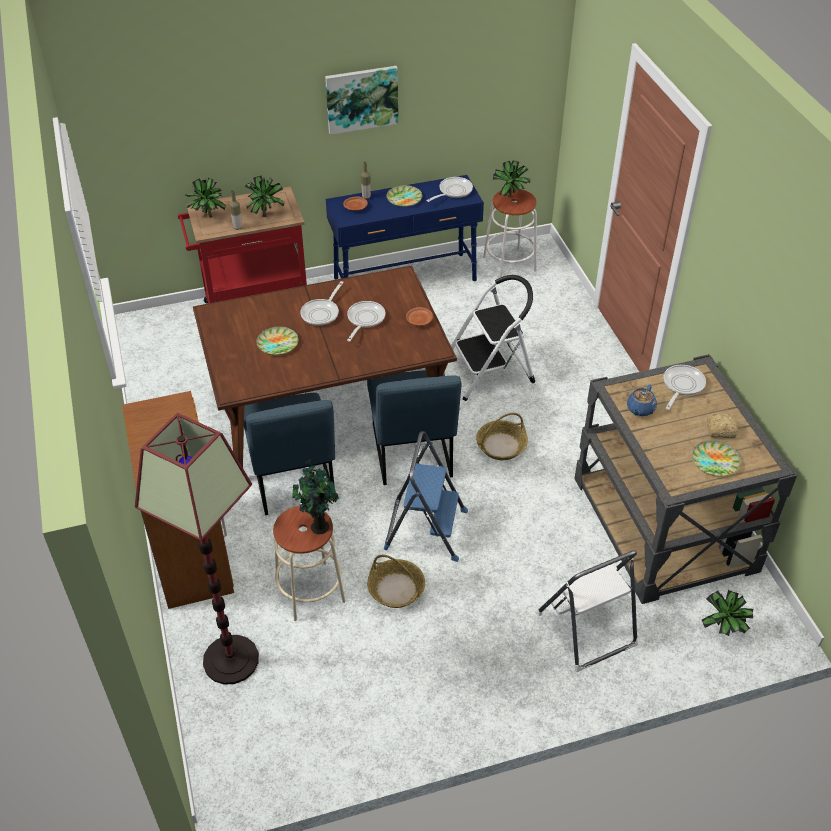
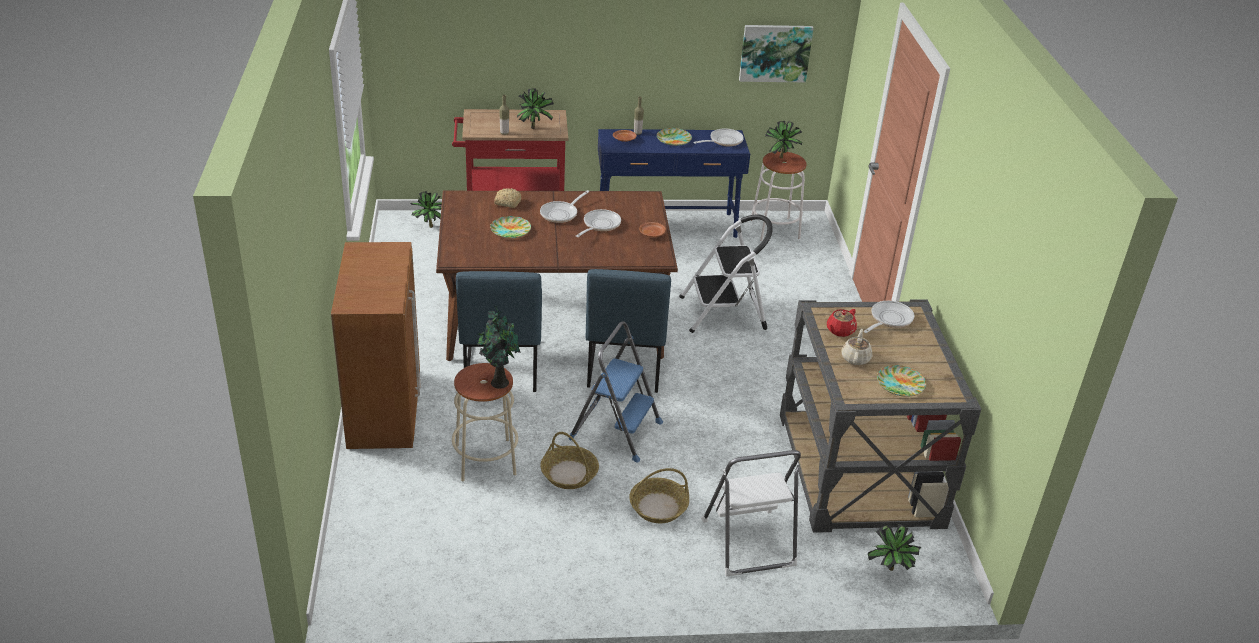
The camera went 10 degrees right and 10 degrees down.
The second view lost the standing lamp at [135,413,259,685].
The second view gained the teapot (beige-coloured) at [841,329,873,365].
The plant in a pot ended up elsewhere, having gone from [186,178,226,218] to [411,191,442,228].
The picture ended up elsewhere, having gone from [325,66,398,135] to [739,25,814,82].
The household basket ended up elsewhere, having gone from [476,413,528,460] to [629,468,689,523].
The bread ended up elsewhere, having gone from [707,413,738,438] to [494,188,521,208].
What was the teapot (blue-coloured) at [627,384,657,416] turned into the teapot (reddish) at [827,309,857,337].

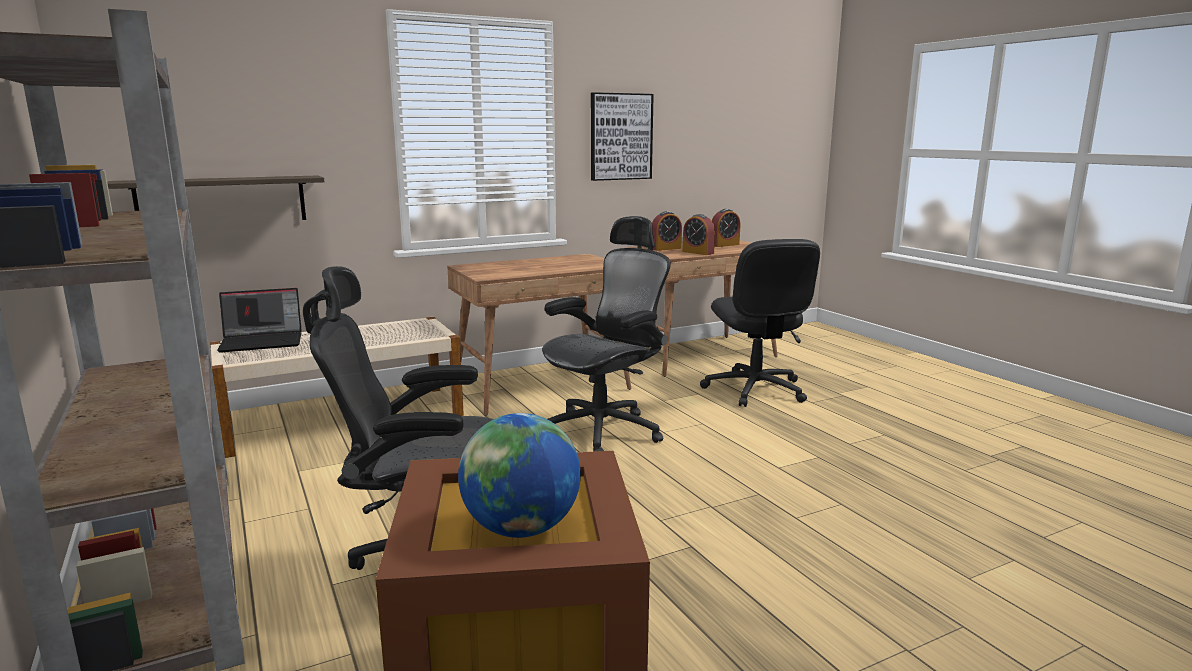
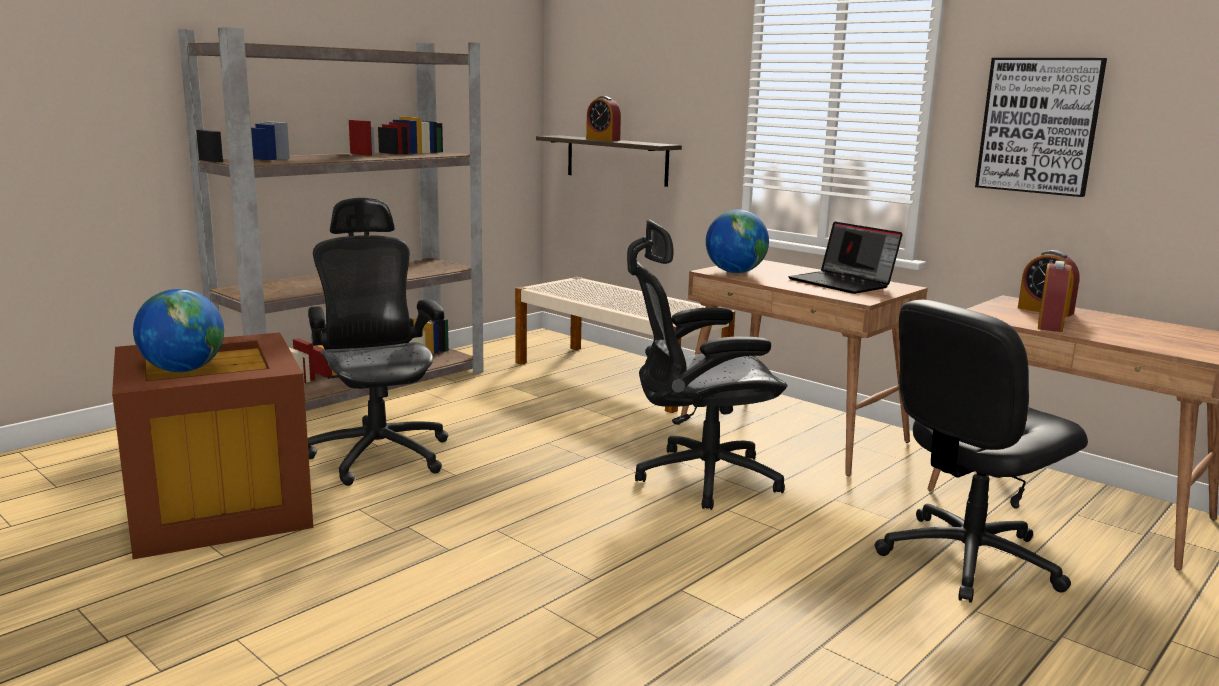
The camera went 70 degrees right and 0 degrees up.
The second view gained the globe at [706,210,769,273].
The notebook computer ended up elsewhere, having gone from [217,288,302,353] to [788,222,903,294].
The table clock ended up elsewhere, having gone from [712,209,740,247] to [586,96,621,141].
The desk chair at [542,216,671,452] ended up facing another way, 150 degrees clockwise from before.

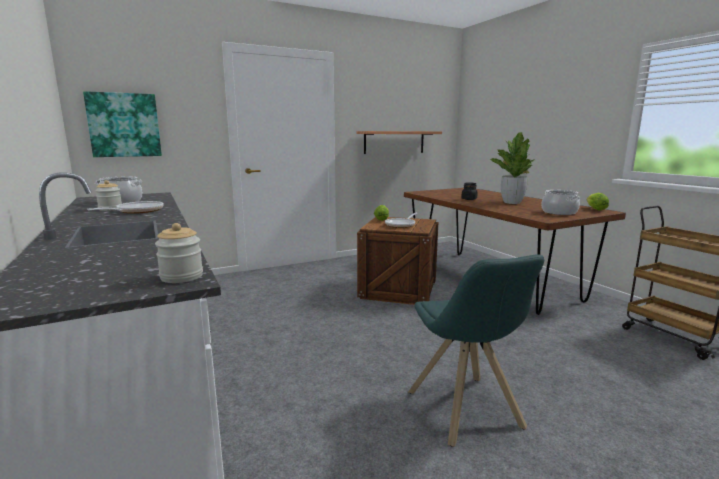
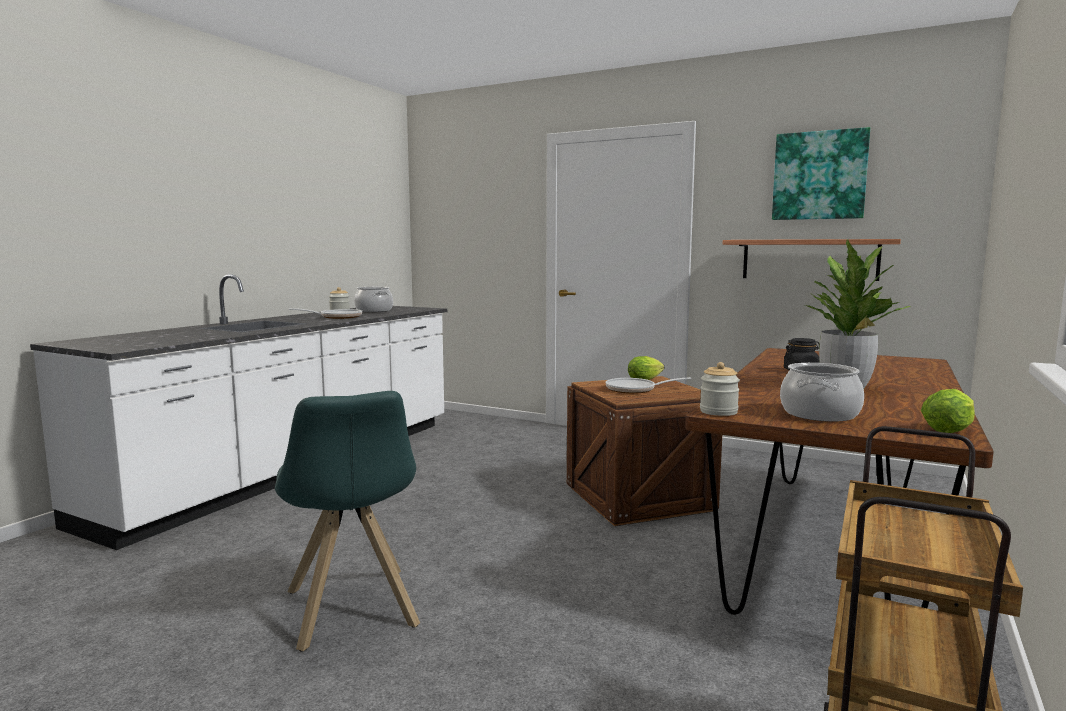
The camera went 55 degrees right and 5 degrees down.
The picture ended up elsewhere, having gone from [83,91,162,157] to [772,127,870,220].
The jar ended up elsewhere, having gone from [155,223,203,283] to [700,362,740,416].
The upright chair (turquoise) at [408,254,544,447] ended up facing another way, 60 degrees counterclockwise from before.

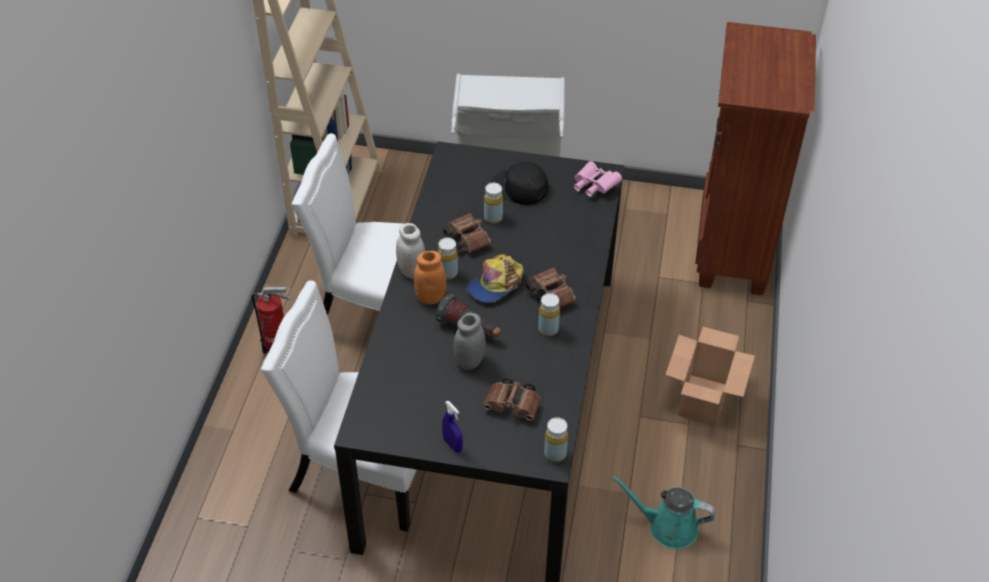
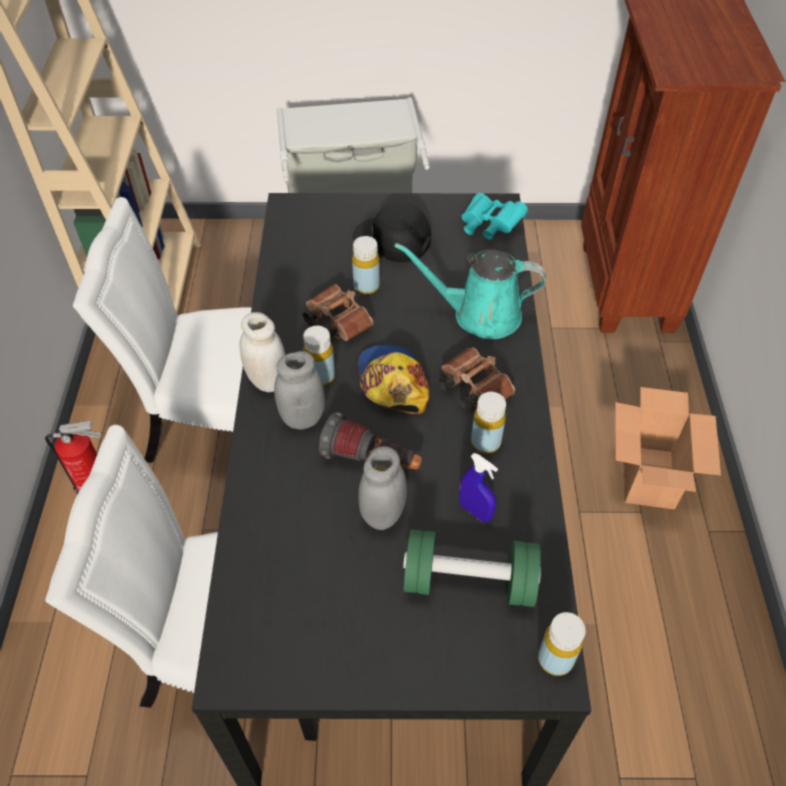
The camera went 10 degrees left and 5 degrees up.
The hand sprayer (blue-coloured) ended up elsewhere, having gone from [442,401,463,453] to [459,453,498,522].
The watering pot (turquoise) ended up elsewhere, having gone from [611,475,716,549] to [394,243,546,339].
Where the pair of binoculars (brown-coloured) stood at [483,378,541,421], the free weight (greenish) came to stand at [403,529,541,607].
What was the jar (orangey) at [414,251,446,305] turned into the jar (grey) at [274,351,325,430].
What was the pair of binoculars (pink) at [574,161,622,197] turned into the pair of binoculars (turquoise) at [462,193,528,240].
The baseball cap at [466,254,524,303] ended up facing another way, 135 degrees clockwise from before.

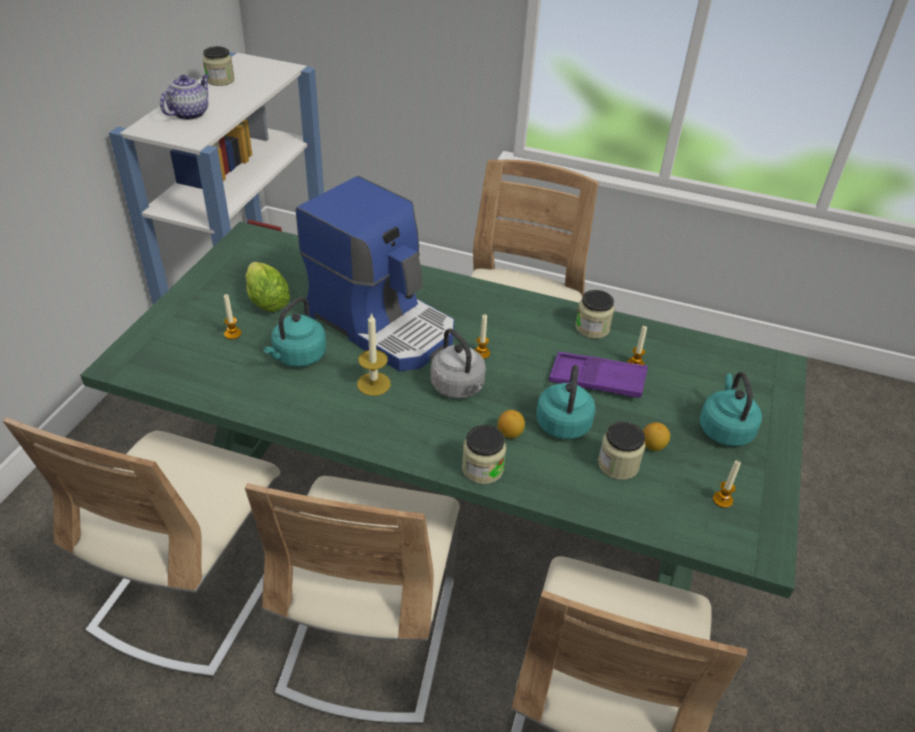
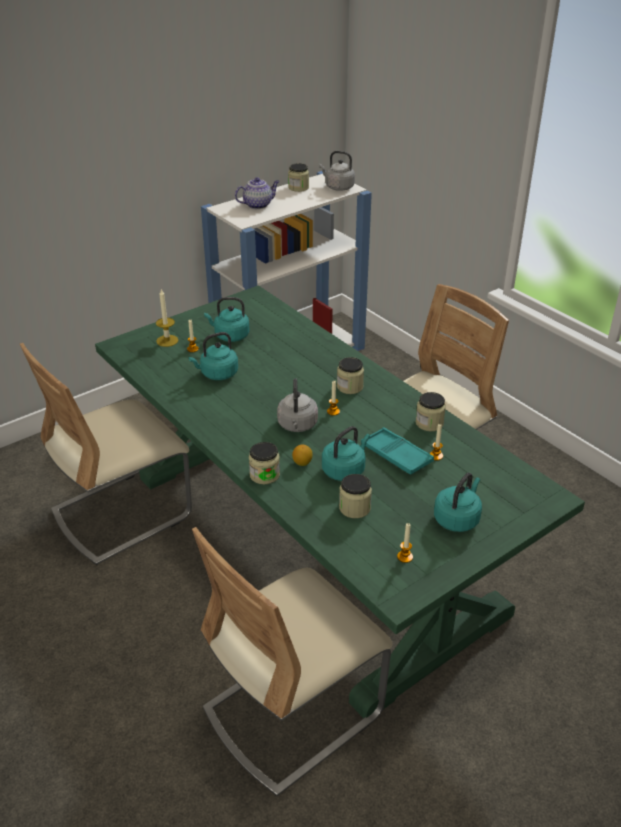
The camera went 35 degrees right and 5 degrees down.
The second view lost the upright chair (beige-coloured) at [245,476,460,725].
The second view lost the coffee machine at [296,176,454,371].
The second view lost the whole lemon at [643,422,670,451].
The second view gained the tea kettle (grey) at [319,151,355,191].
The second view gained the jar at [337,357,364,394].
The wax candle ended up elsewhere, having gone from [357,312,391,396] to [156,290,178,347].
Where the lettuce stood at [246,262,290,312], the tea kettle (turquoise) came to stand at [204,297,250,342].
What was the carrying tray (purple-coloured) at [549,352,648,398] turned into the carrying tray (turquoise) at [361,427,434,475].

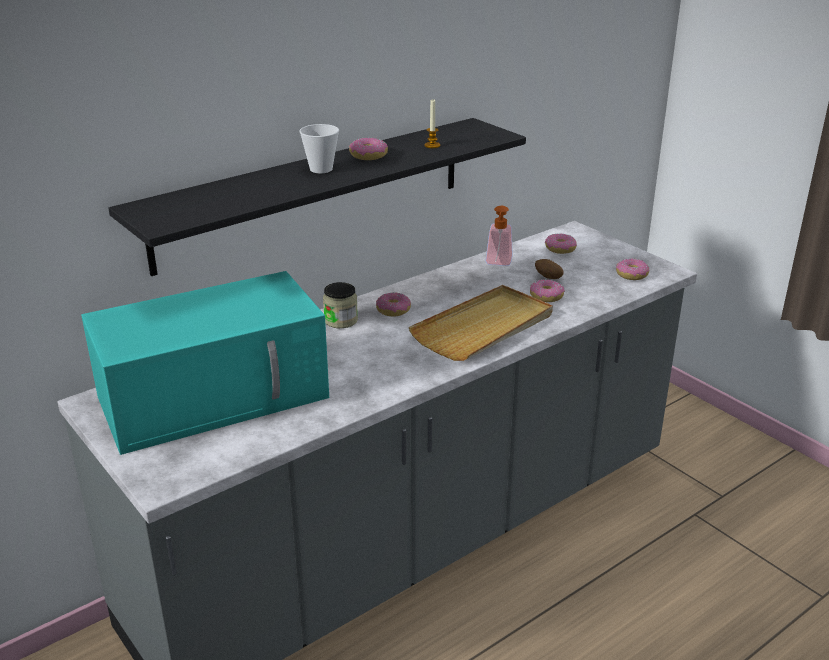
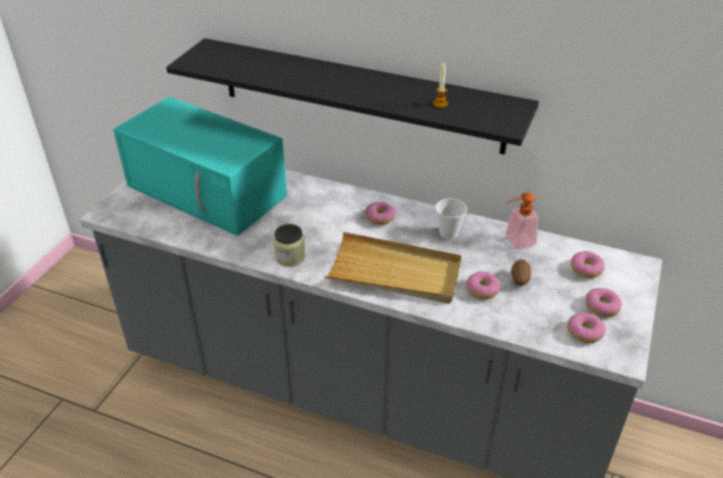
The camera went 60 degrees right and 10 degrees up.
The cup ended up elsewhere, having gone from [299,124,339,173] to [435,198,467,239].
The jar ended up elsewhere, having gone from [323,282,358,328] to [273,224,306,267].
The ring doughnut ended up elsewhere, having gone from [349,138,388,160] to [586,288,622,317].

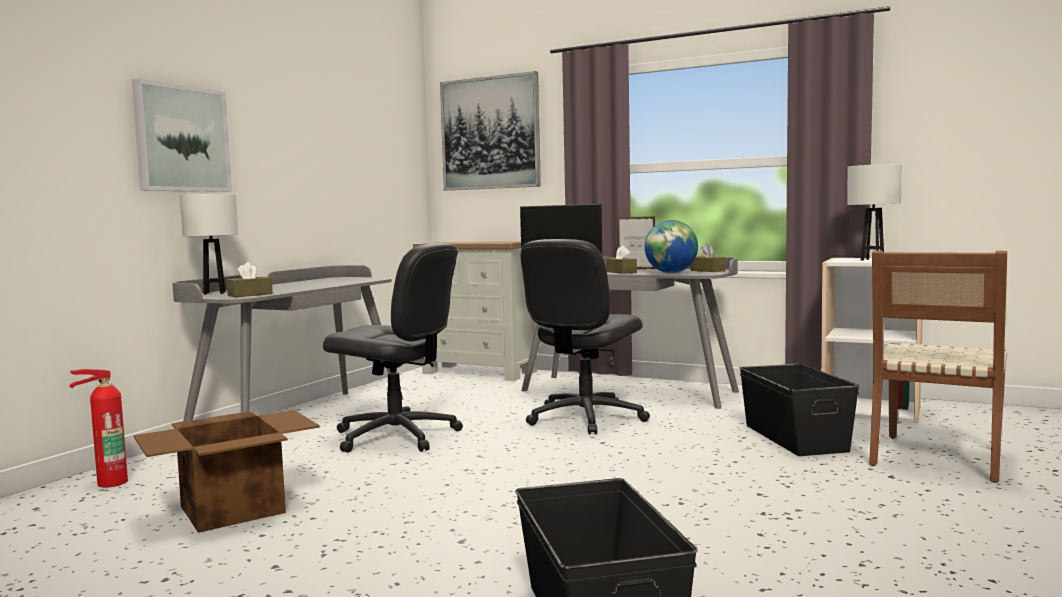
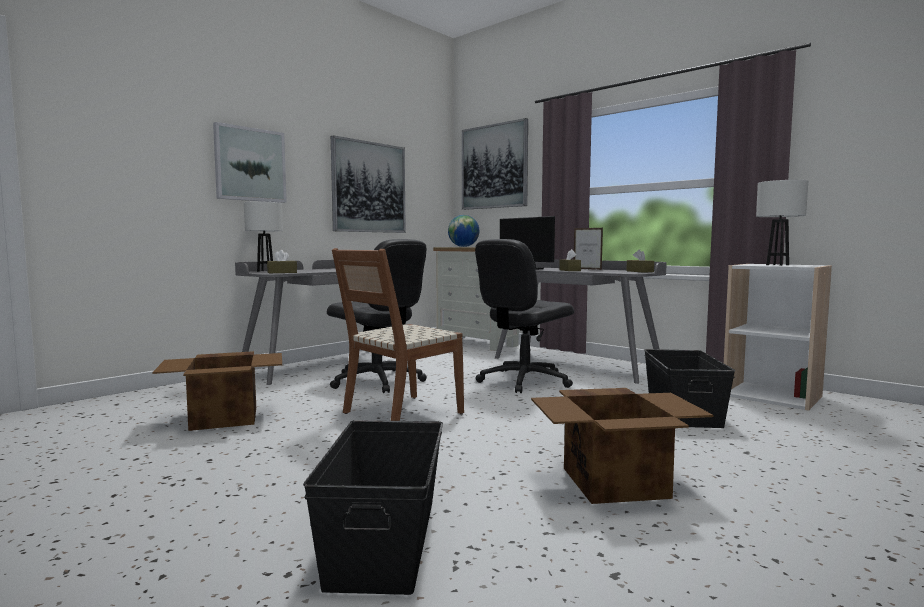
The camera went 15 degrees right and 0 degrees up.
The second view lost the fire-fighting cylinder at [69,369,128,487].
The second view gained the picture at [331,135,406,233].
The second view gained the carton at [531,388,714,504].
The globe ended up elsewhere, having gone from [645,220,698,273] to [448,215,479,247].
The upright chair ended up elsewhere, having gone from [869,250,1007,483] to [332,248,464,421].

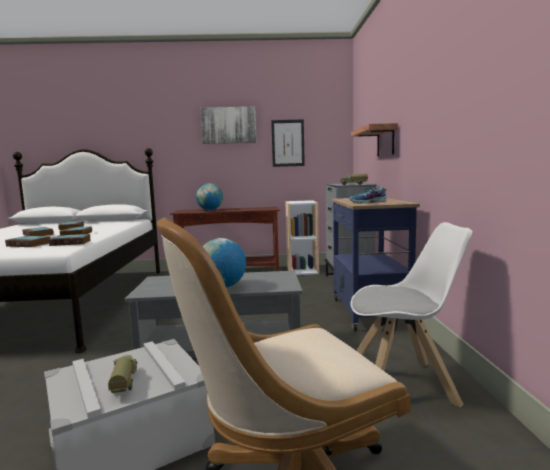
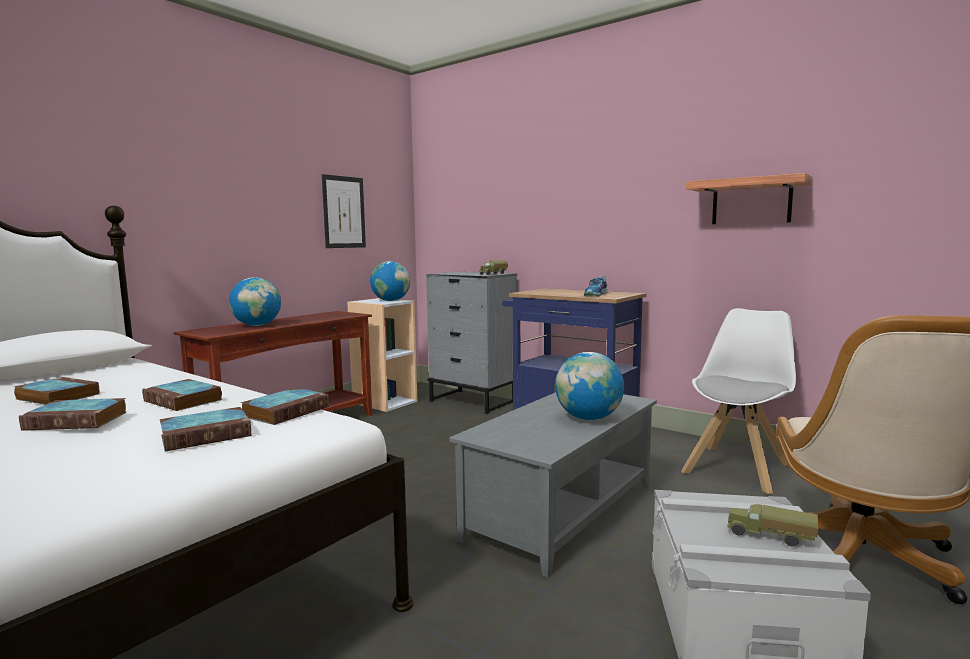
The camera went 50 degrees left and 0 degrees up.
The second view lost the picture at [201,107,257,144].
The second view gained the globe at [370,261,410,301].
The bracket shelf ended up elsewhere, having gone from [351,123,398,157] to [686,173,813,224].

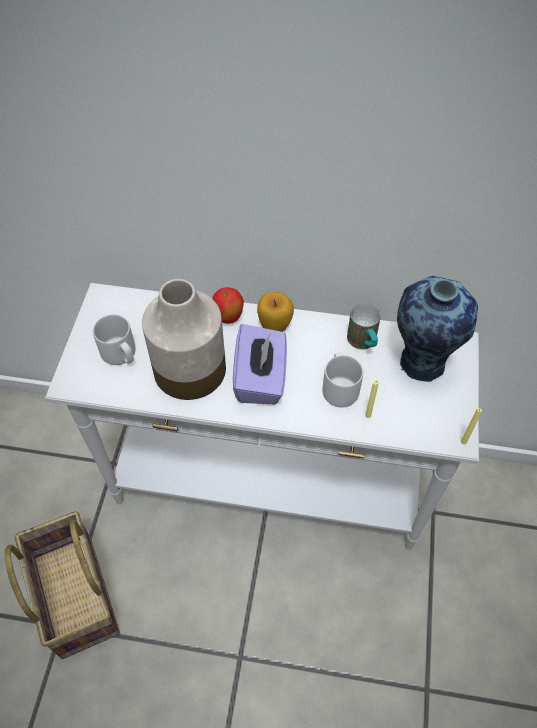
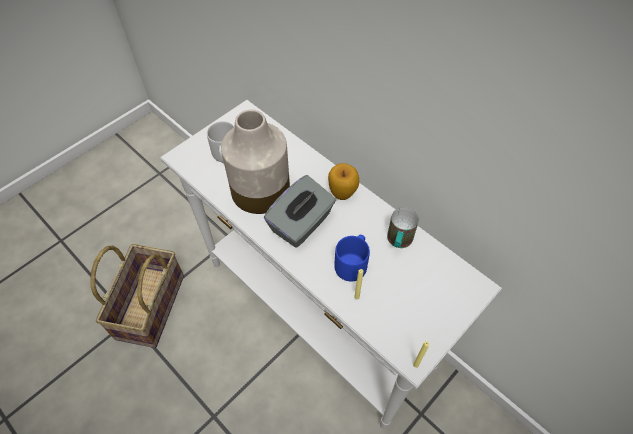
The camera went 35 degrees right and 0 degrees up.
The second view lost the whole apple at [212,287,244,324].
The second view lost the vase at [397,276,478,382].
What was the tissue box (purple-coloured) at [233,324,287,405] turned into the tissue box (grey) at [264,175,336,248].
What was the tea mug (grey) at [322,353,363,407] turned into the tea mug (blue-coloured) at [334,235,370,282].

